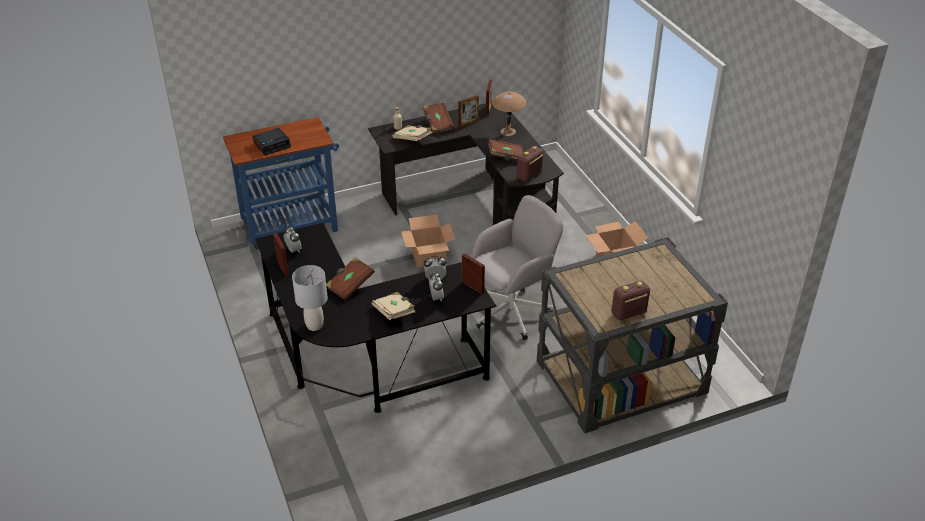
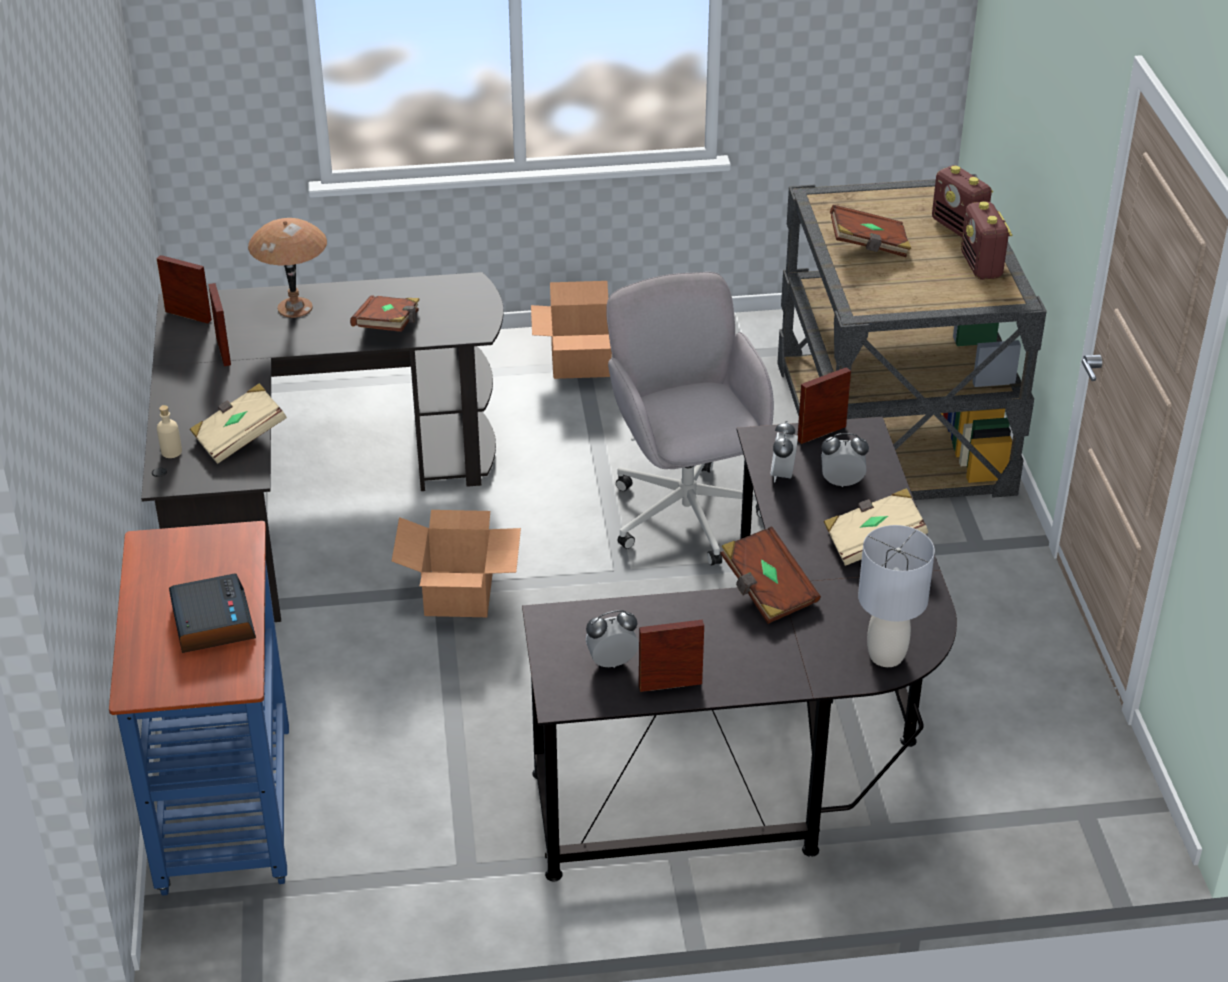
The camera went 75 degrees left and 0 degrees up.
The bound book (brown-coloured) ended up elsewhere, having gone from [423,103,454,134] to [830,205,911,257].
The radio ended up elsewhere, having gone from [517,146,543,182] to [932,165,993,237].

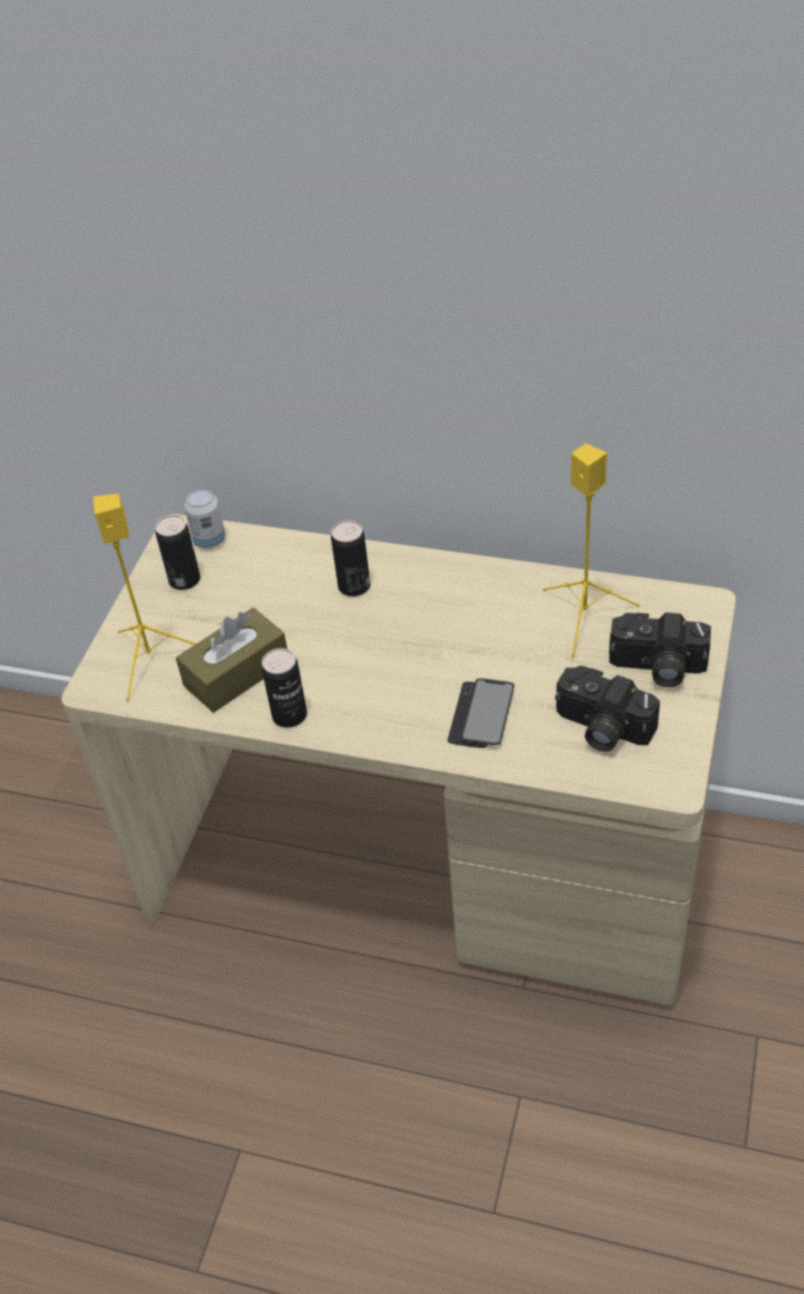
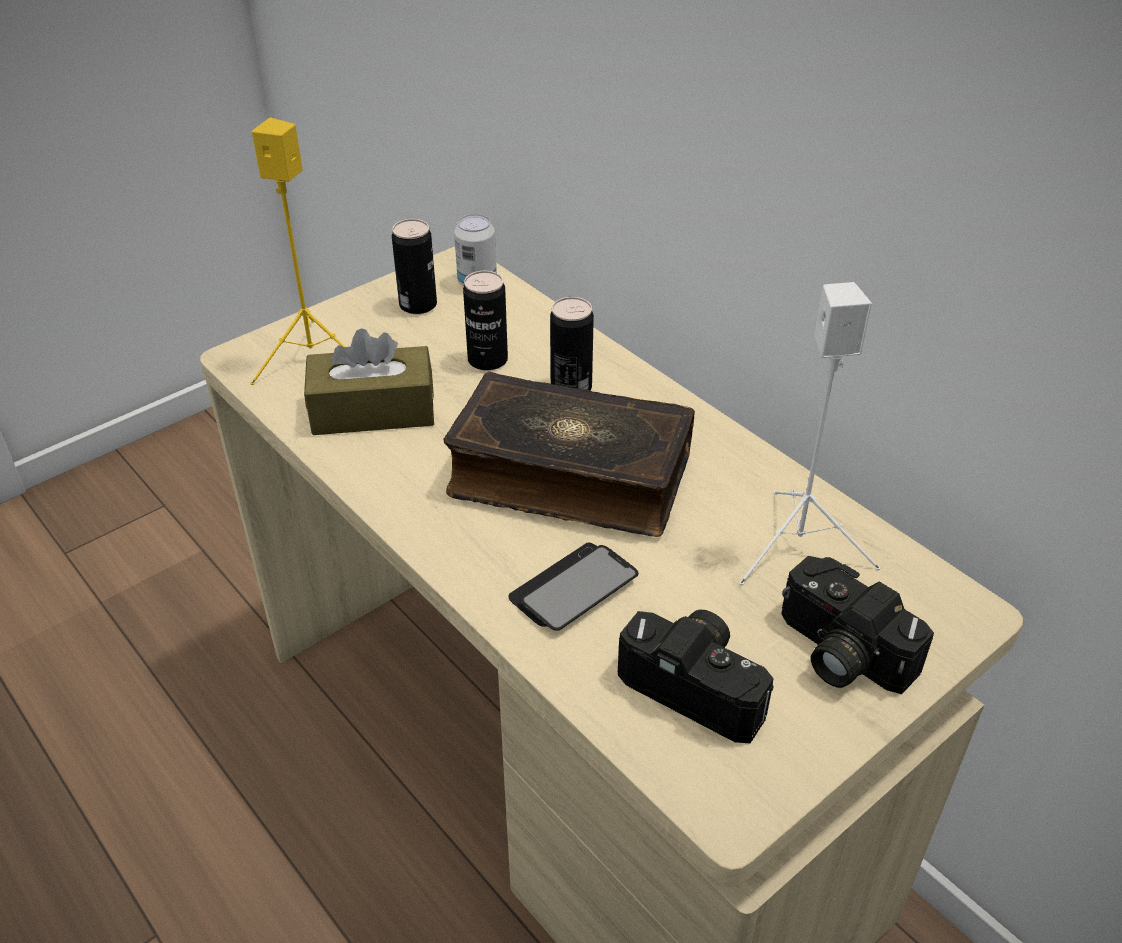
The camera went 30 degrees right and 5 degrees down.
The second view gained the bound book at [444,371,695,537].
The sealed can ended up elsewhere, having gone from [262,648,307,728] to [463,271,508,371].
What was the audio speaker (yellow) at [542,443,640,659] turned into the audio speaker (white) at [739,282,880,585].
The still camera at [555,666,660,752] ended up facing another way, 150 degrees clockwise from before.

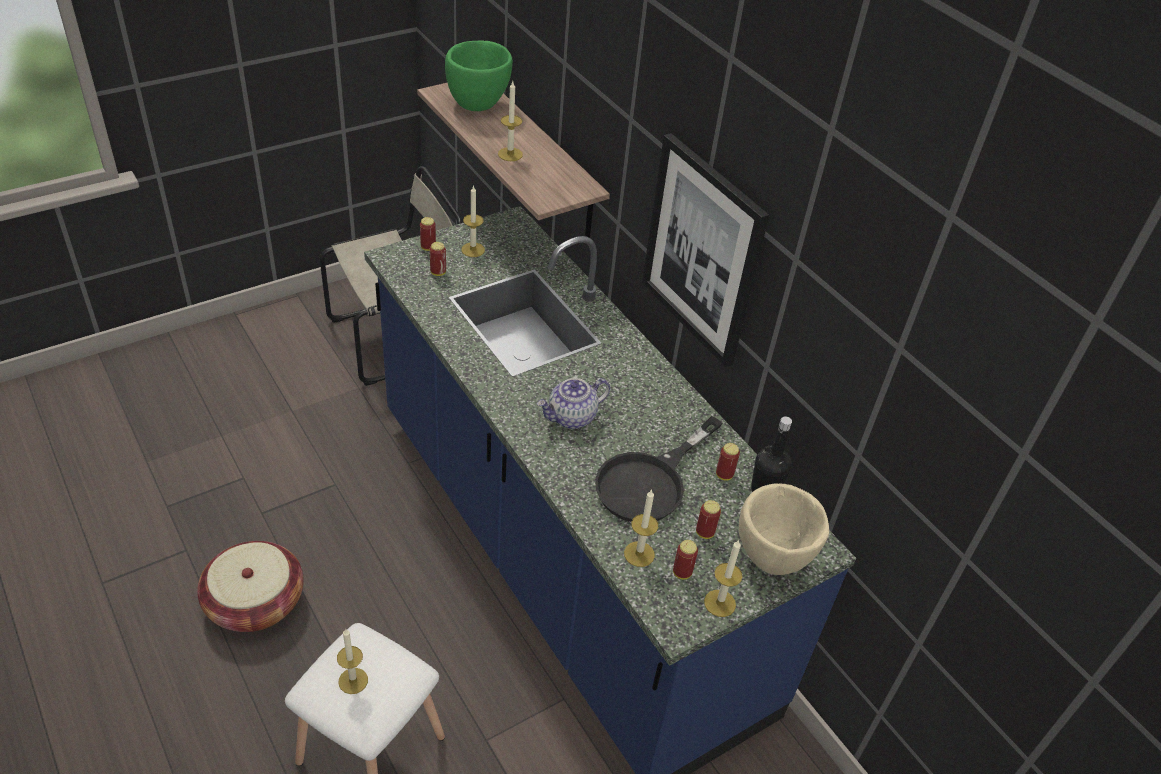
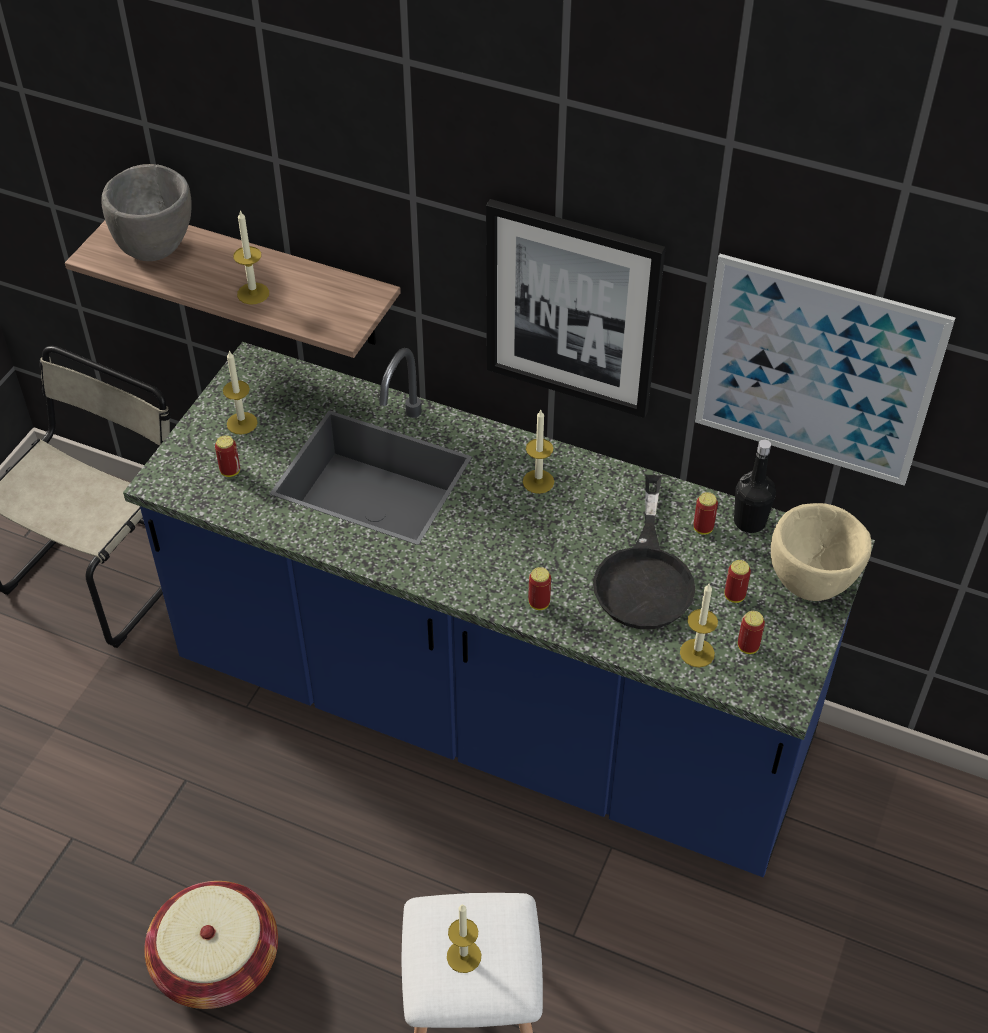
The camera went 30 degrees left and 5 degrees up.
The second view lost the teapot at [537,378,610,429].
The second view gained the picture at [695,254,955,486].
The sealed can ended up elsewhere, having gone from [420,217,436,251] to [529,567,551,610].
The wax candle ended up elsewhere, having gone from [704,539,742,617] to [523,410,554,494].
What was the deep dish (greenish) at [445,40,513,111] turned into the deep dish (grey) at [101,164,192,261].

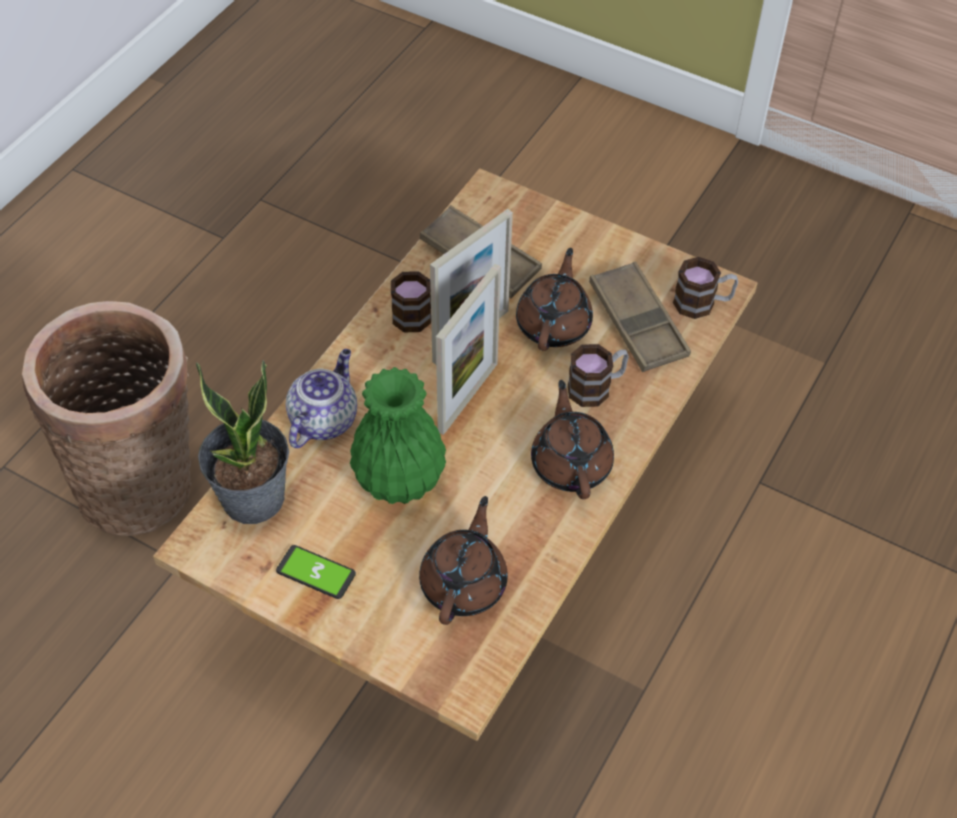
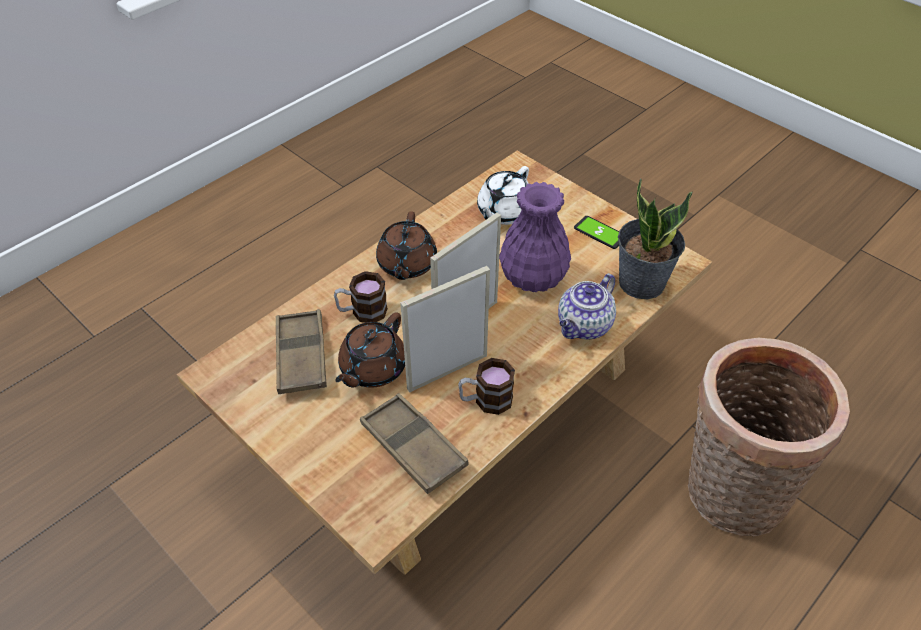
The camera went 165 degrees left and 5 degrees down.
The second view lost the tea mug at [673,257,738,319].
What was the vase (greenish) at [350,367,446,504] turned into the vase (purple-coloured) at [499,182,571,292].
What was the teapot (brown-coloured) at [419,496,508,625] turned into the teapot (white) at [477,166,529,225].

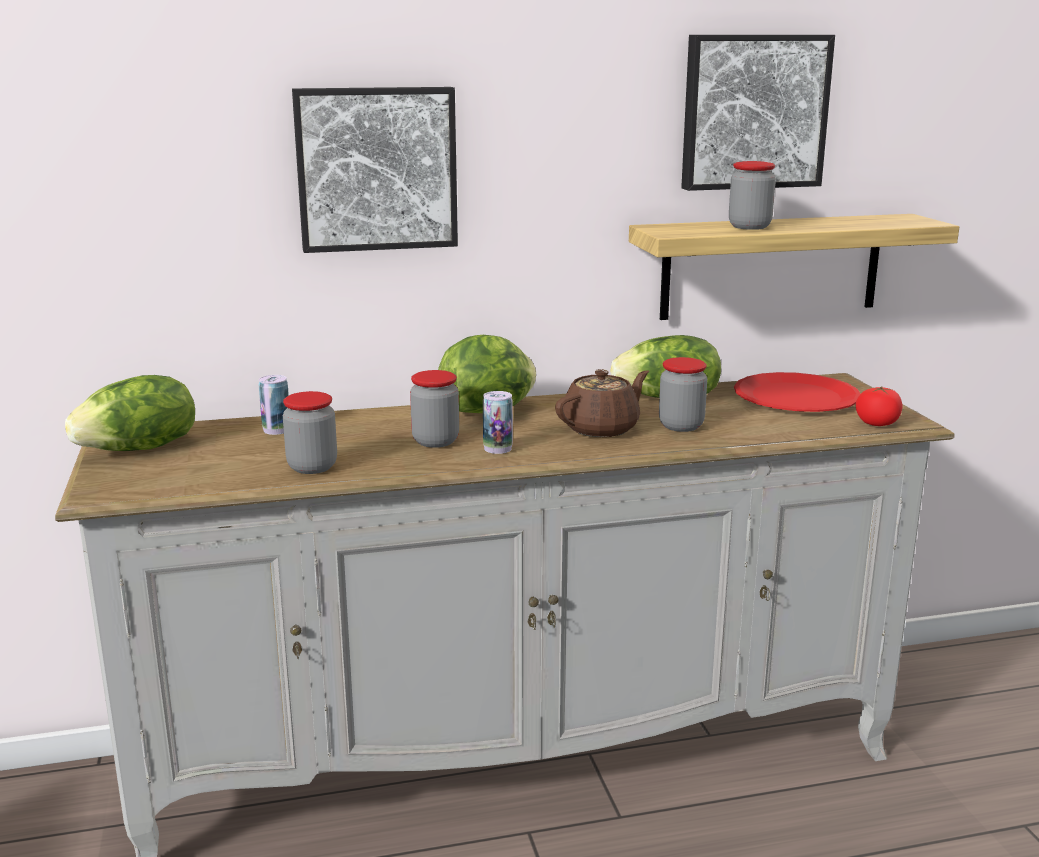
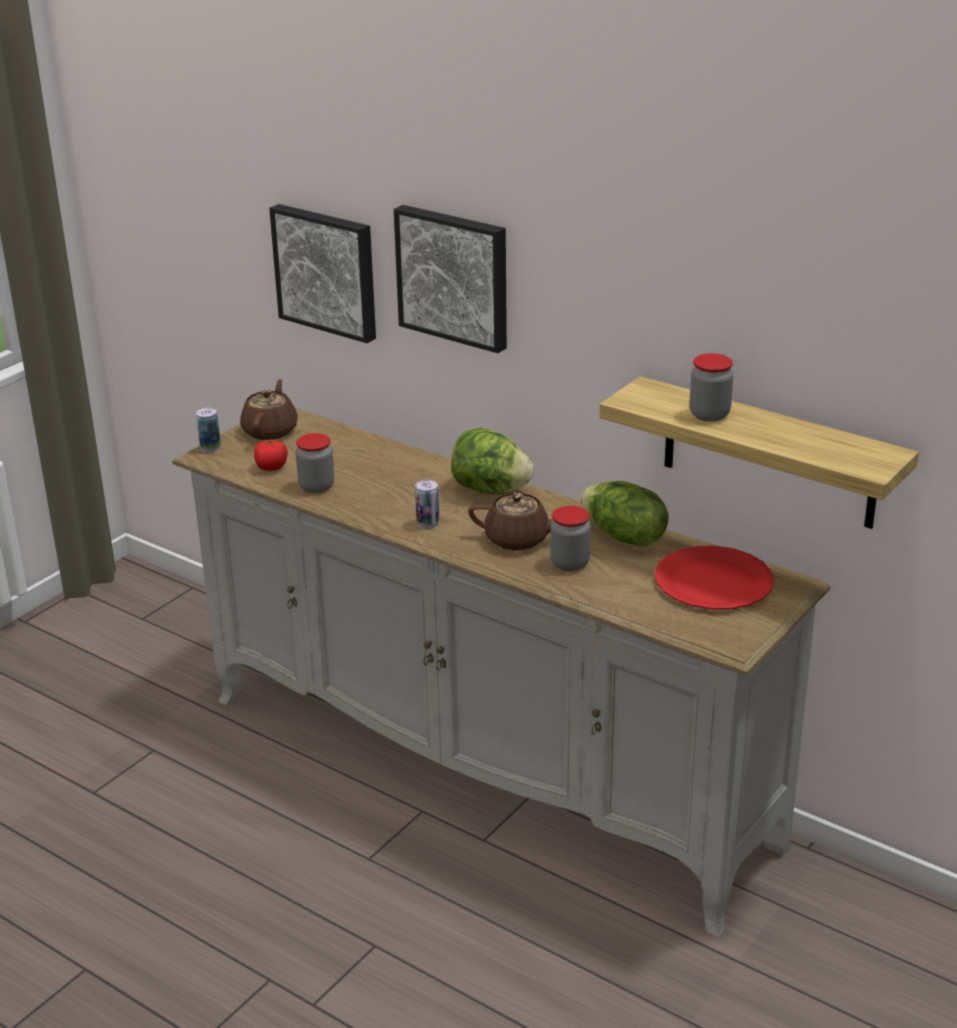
The camera went 50 degrees right and 10 degrees up.
The second view lost the jar at [410,370,459,448].
The sealed can ended up elsewhere, having gone from [258,375,289,435] to [196,408,221,453].
The picture ended up elsewhere, having gone from [681,35,835,191] to [269,204,376,343].
The fresh tomato ended up elsewhere, having gone from [856,386,903,426] to [254,439,288,471].
Where the lettuce stood at [65,375,195,451], the teapot (brown-coloured) came to stand at [240,379,298,440].

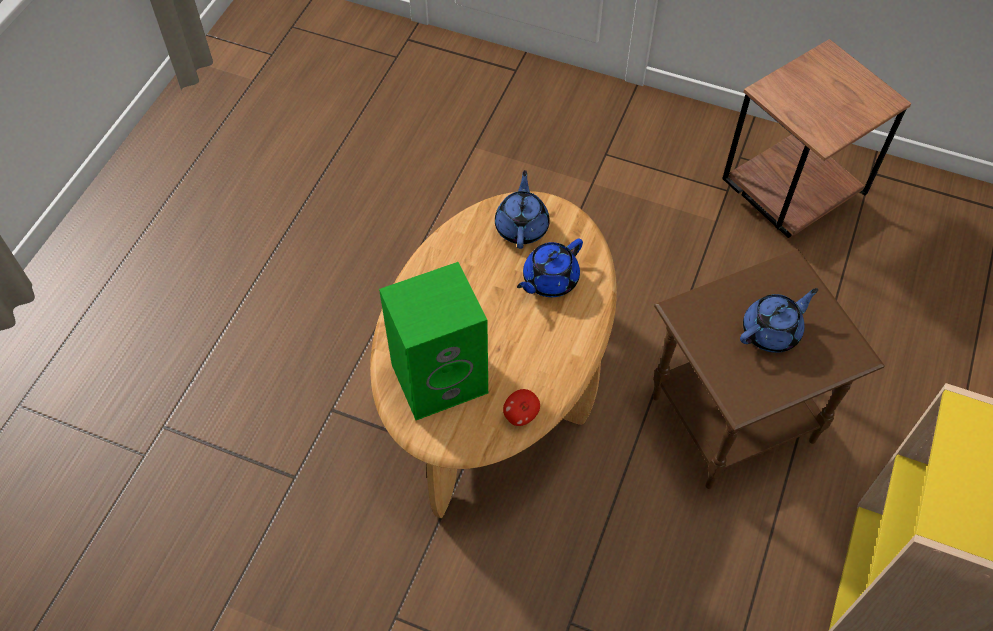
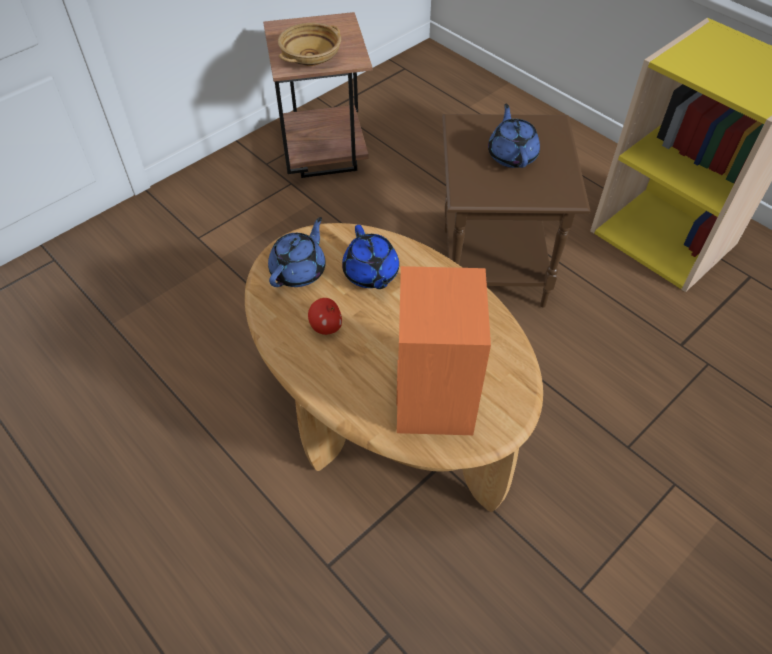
The camera went 65 degrees left and 5 degrees down.
The second view gained the deep dish (beige-coloured) at [278,23,341,66].
The whole apple ended up elsewhere, having gone from [503,389,540,426] to [308,298,342,335].
What was the audio speaker (greenish) at [379,262,488,420] turned into the audio speaker (orangey) at [396,266,491,435].
The teapot (blue-coloured) at [495,170,550,249] ended up facing another way, 90 degrees clockwise from before.

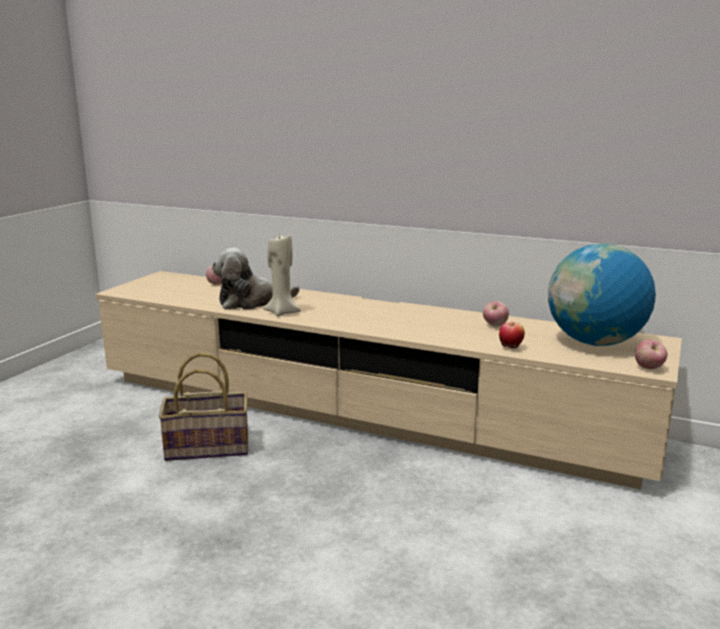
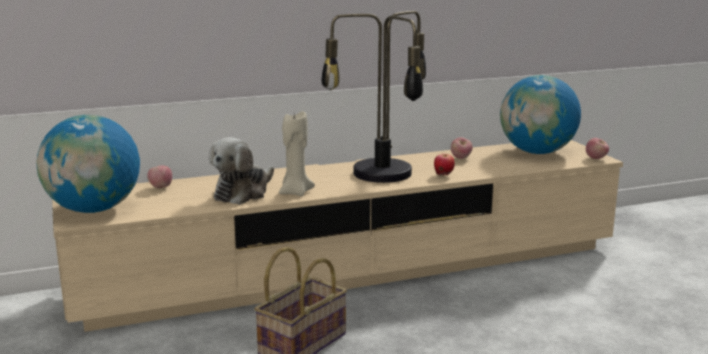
The camera went 45 degrees left and 0 degrees up.
The second view gained the globe at [36,115,140,213].
The second view gained the tabletop lamp at [322,11,426,183].
The whole apple ended up elsewhere, having gone from [499,322,525,348] to [434,154,455,176].

